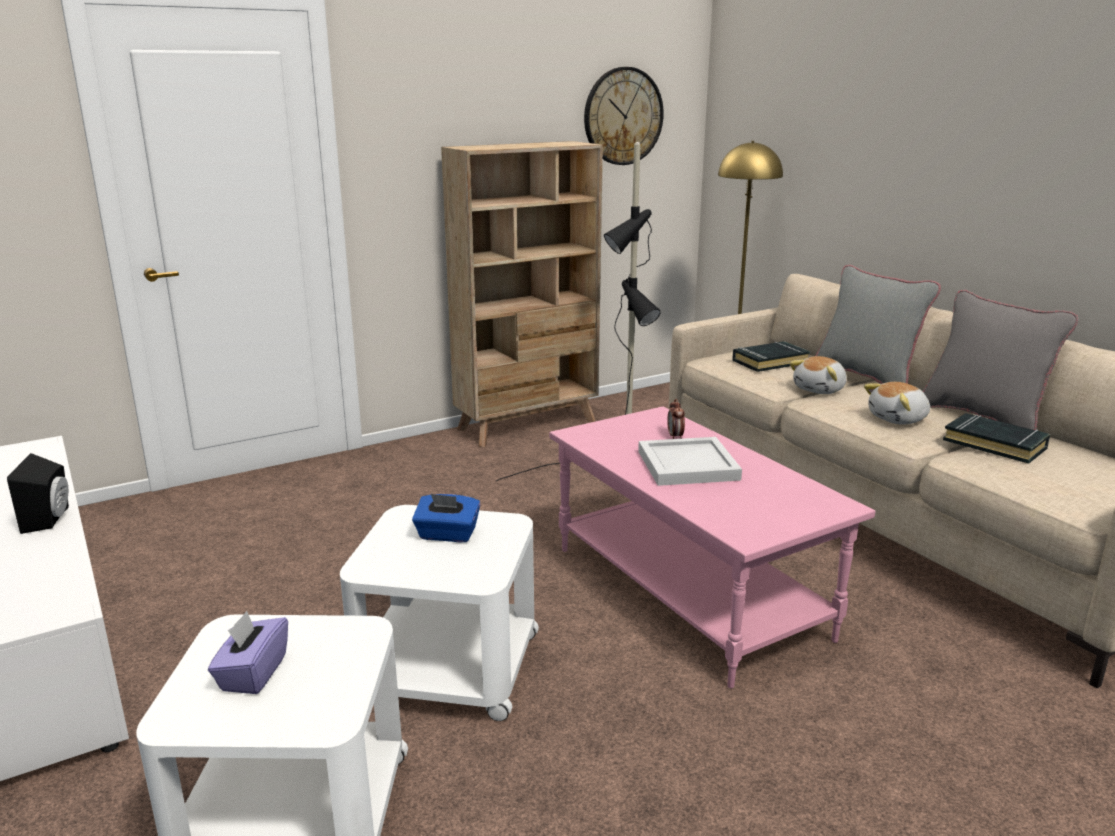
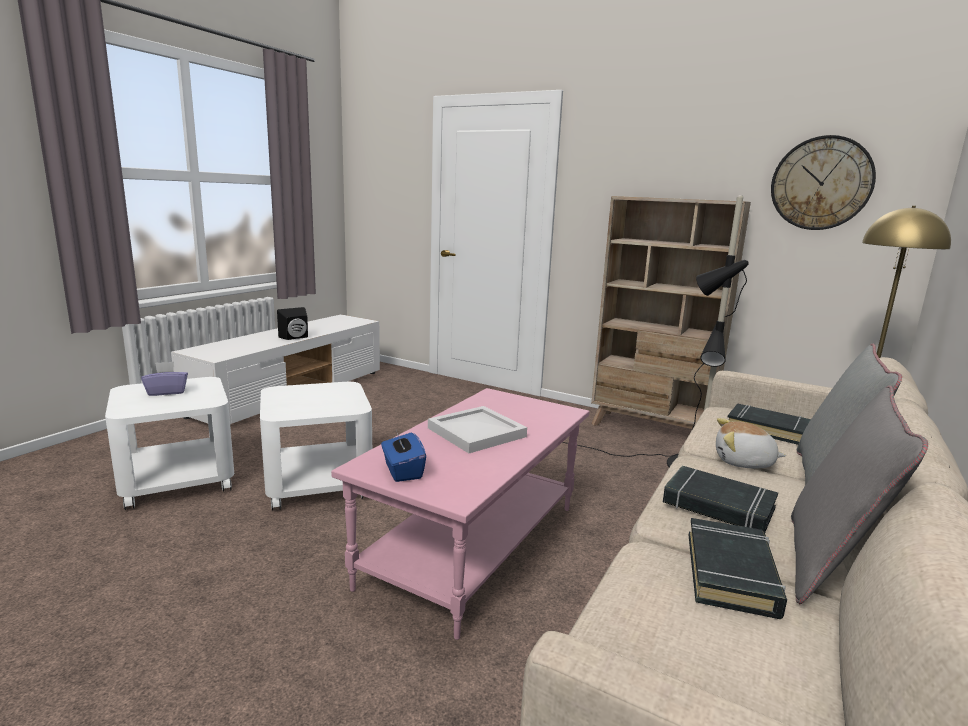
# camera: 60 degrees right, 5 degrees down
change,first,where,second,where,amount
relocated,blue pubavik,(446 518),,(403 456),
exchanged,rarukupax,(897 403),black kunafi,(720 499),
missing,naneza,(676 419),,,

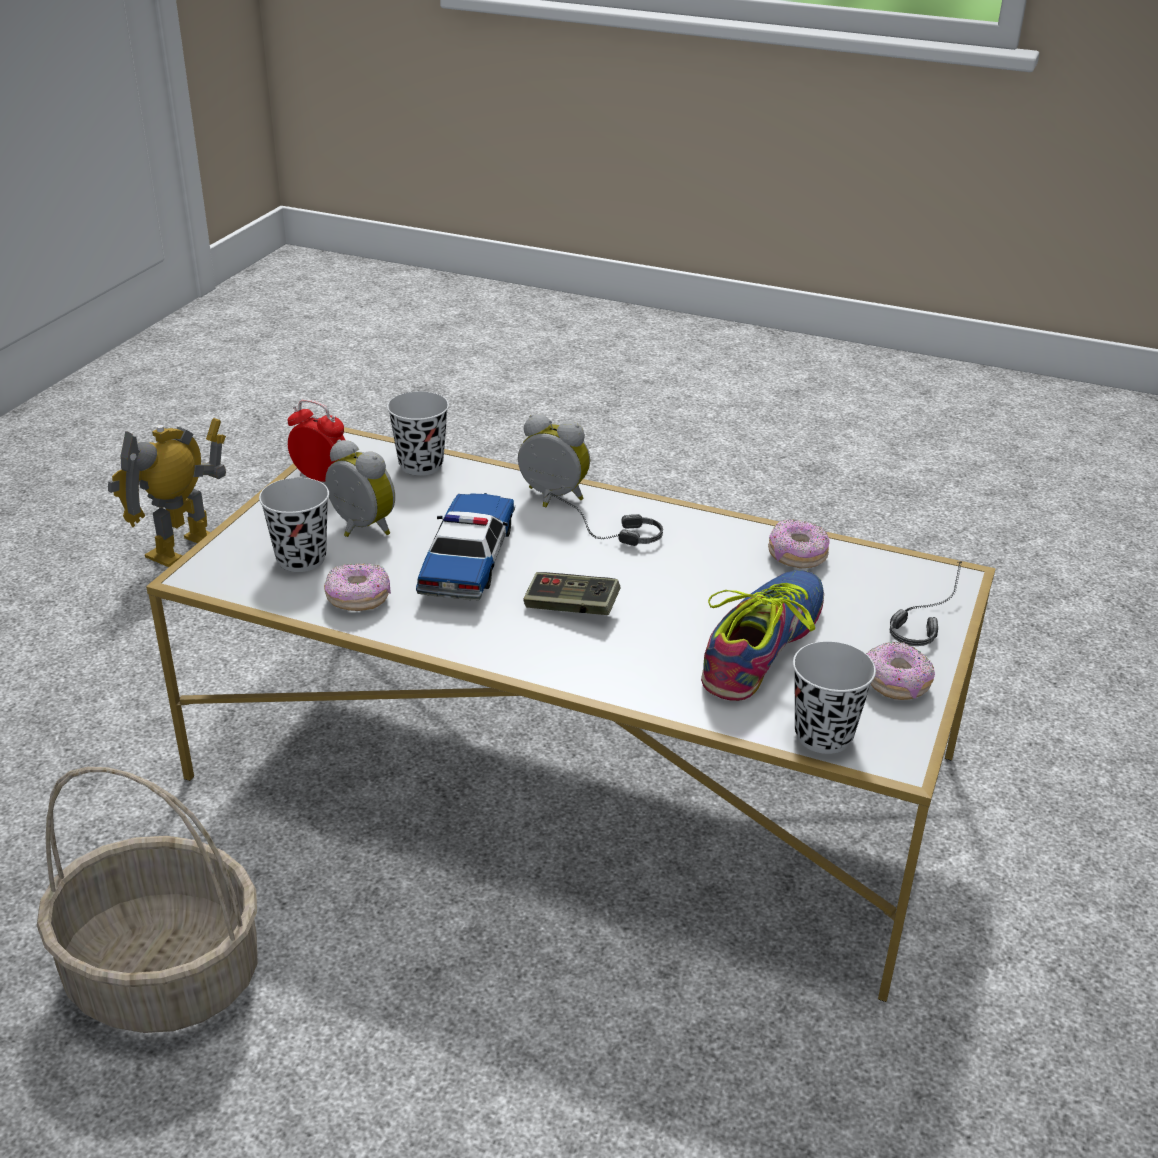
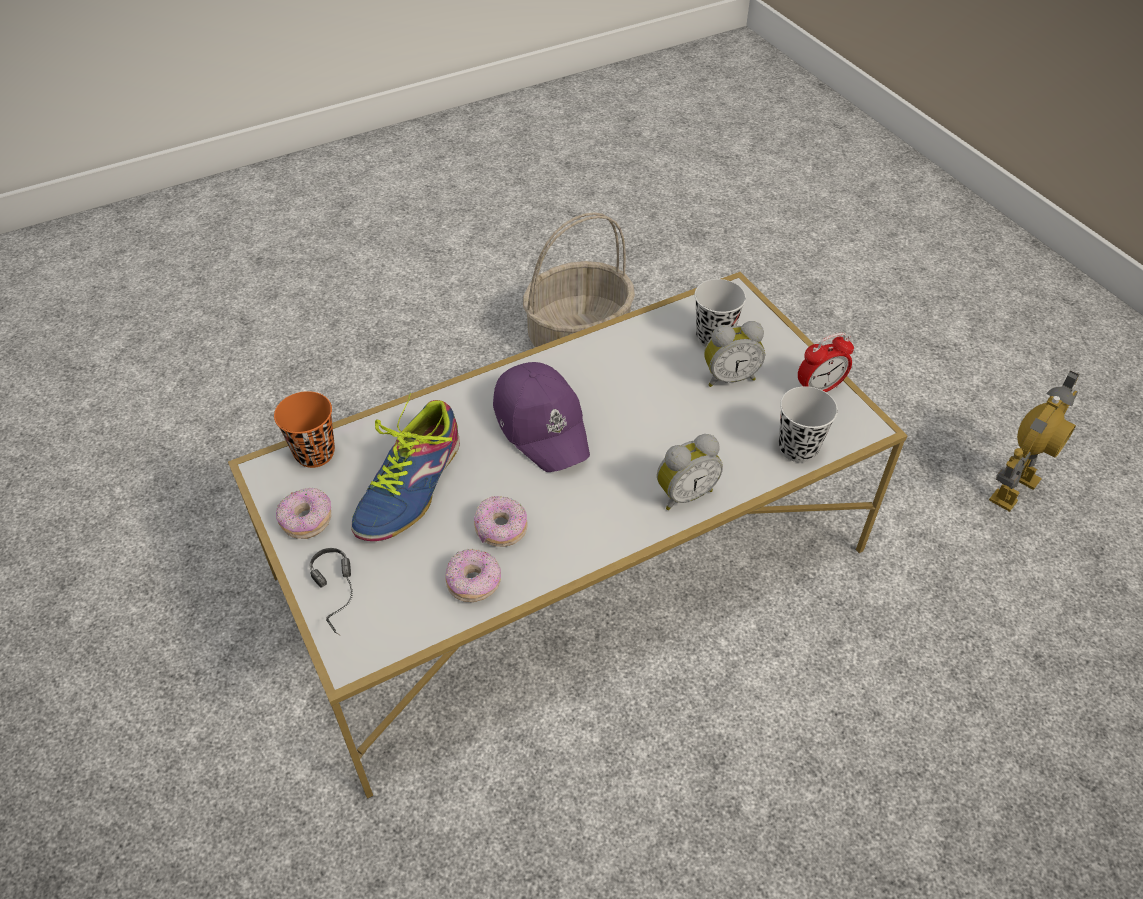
# camera: 130 degrees right, 15 degrees up
change,first,where,second,where,amount
colour,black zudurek,(834 697),orange zudurek,(304 429),
spun,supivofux,(762 635),,(405 467),45 degrees clockwise
relocated,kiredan,(357 587),,(501 521),
exchanged,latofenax,(572 593),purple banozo,(541 417),
spun,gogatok,(167 492),,(1034 441),60 degrees clockwise
missing,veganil,(465 546),,,
missing,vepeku,(604 519),,,

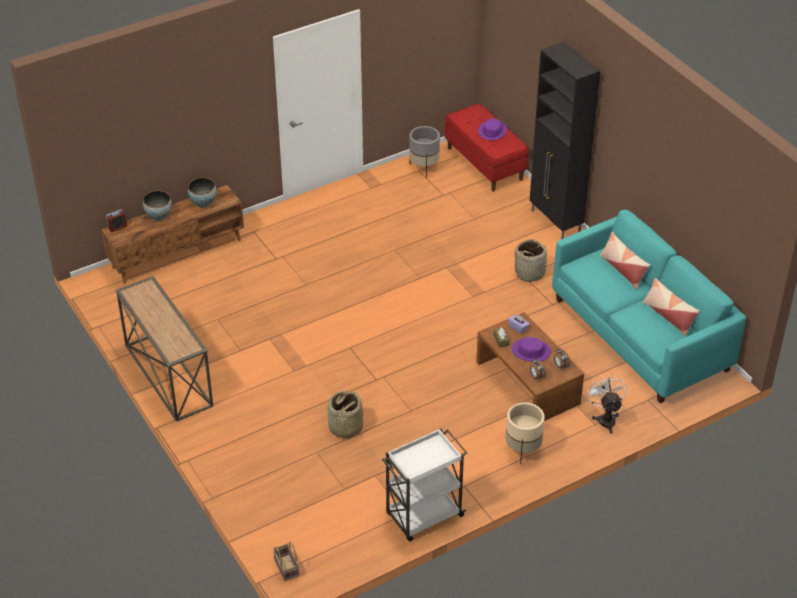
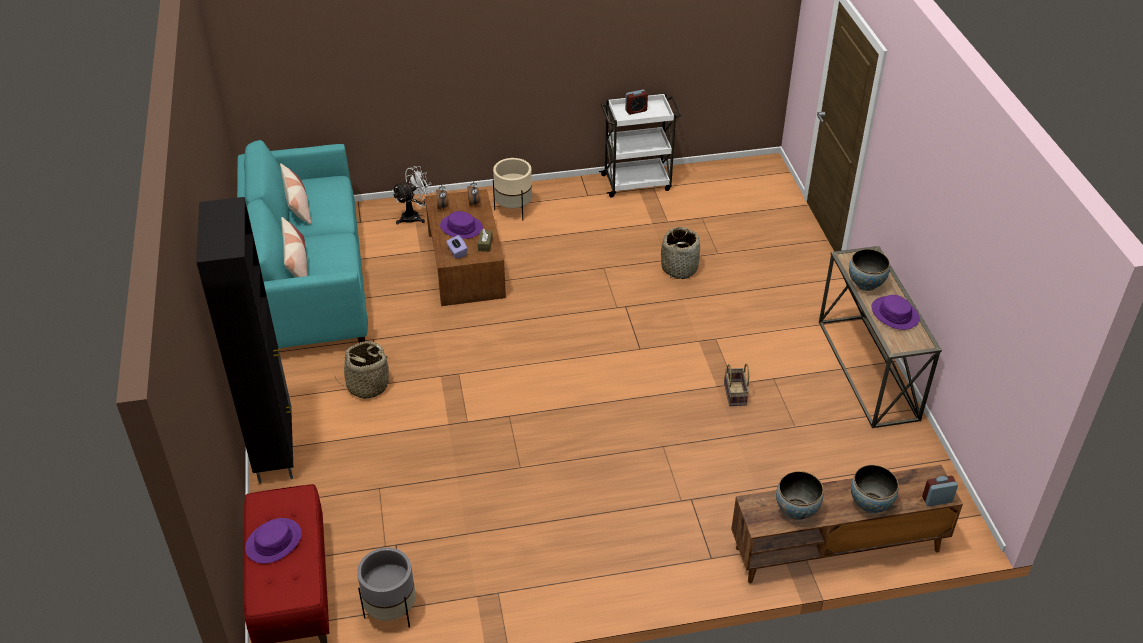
# camera: 160 degrees left, 0 degrees up
change,first,where,second,where,amount
spun,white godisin,(607 404),,(413 195),135 degrees counterclockwise
appeared,,,naneza,(636 102),
relocated,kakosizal,(286 561),,(736 384),
appeared,,,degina,(869 270),
appeared,,,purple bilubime,(895 312),

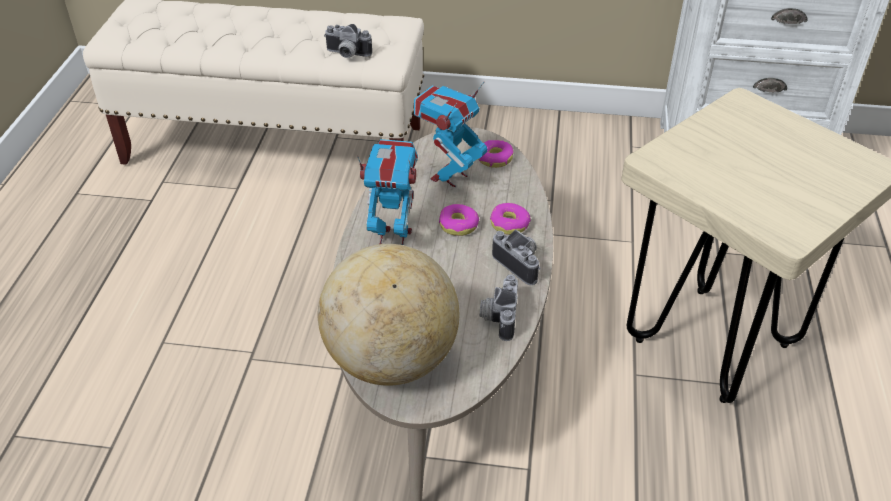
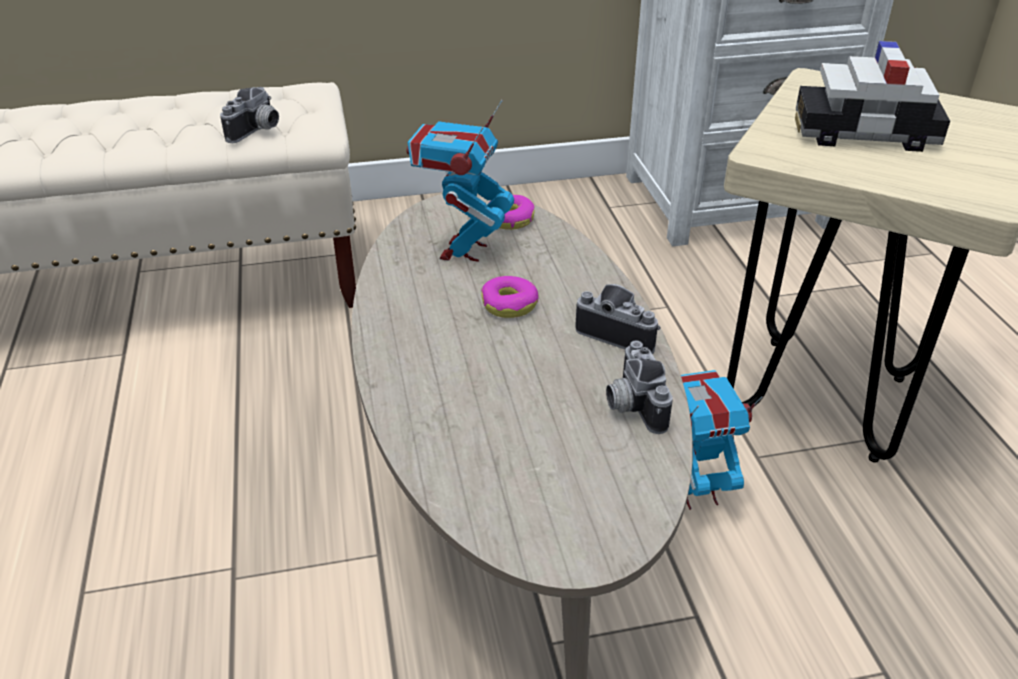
# camera: 20 degrees left, 5 degrees down
change,first,where,second,where,amount
spun,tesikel,(348 41),,(249 115),60 degrees counterclockwise
relocated,gogatok,(387 192),,(722 440),
appeared,,,veganil,(872 96),
missing,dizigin,(389 315),,,
missing,kiredan,(510 219),,,

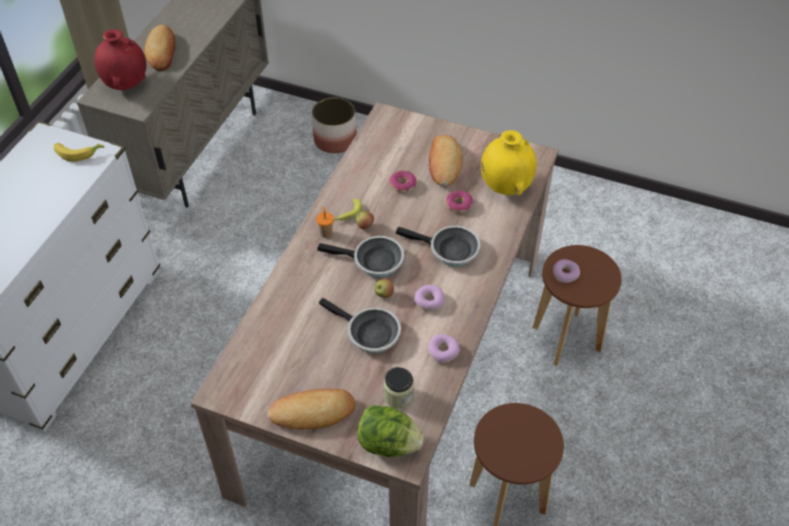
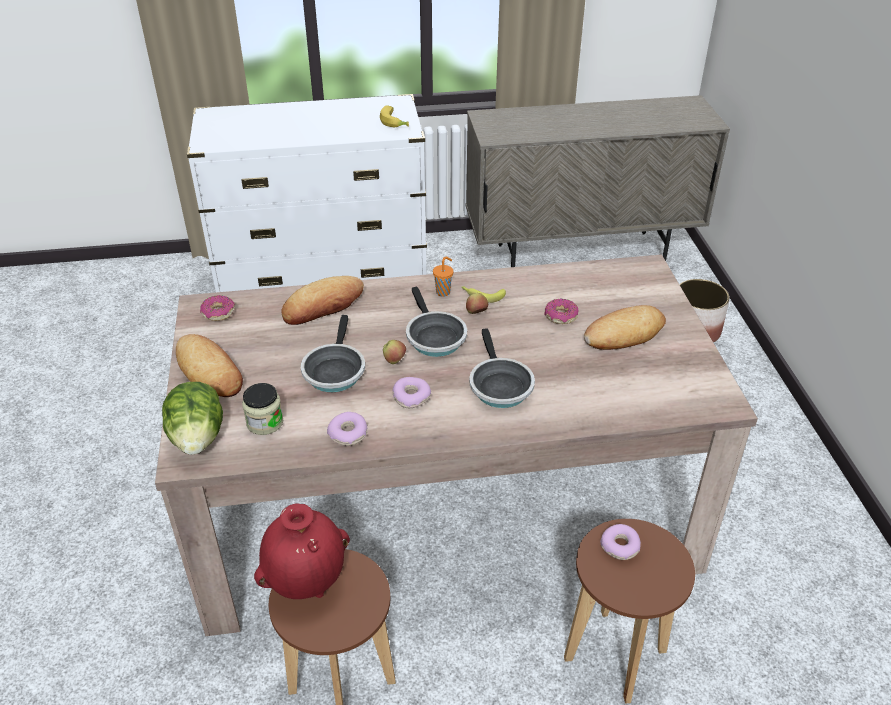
# camera: 60 degrees right, 10 degrees down
change,first,where,second,where,amount
relocated,kiredan,(459 201),,(217 308),
relocated,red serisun,(120 59),,(302 551),
relocated,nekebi,(159 48),,(322 300),
missing,yellow serisun,(509 162),,,

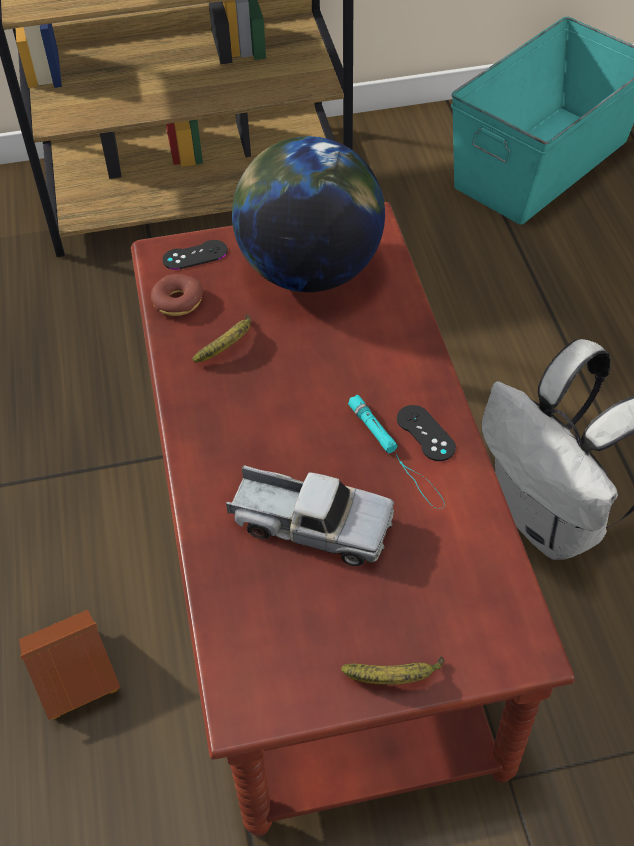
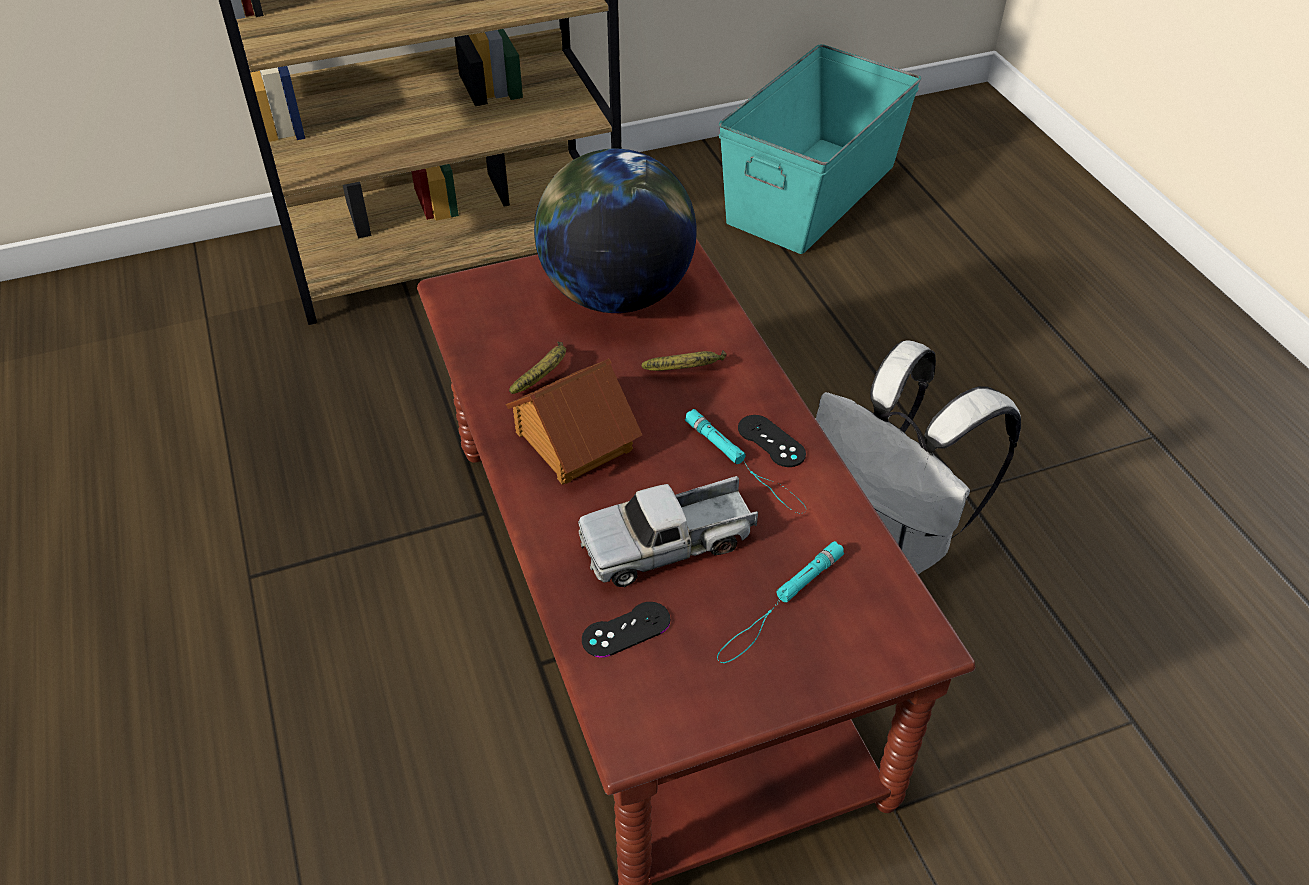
# camera: 10 degrees left, 5 degrees down
change,first,where,second,where,amount
relocated,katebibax,(69 665),,(574 422),
spun,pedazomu,(310 515),,(668 531),150 degrees clockwise
relocated,black latofenax,(195 255),,(626 630),
relocated,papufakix,(393 670),,(684 360),
appeared,,,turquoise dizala,(780 602),
missing,kiredan,(177 295),,,

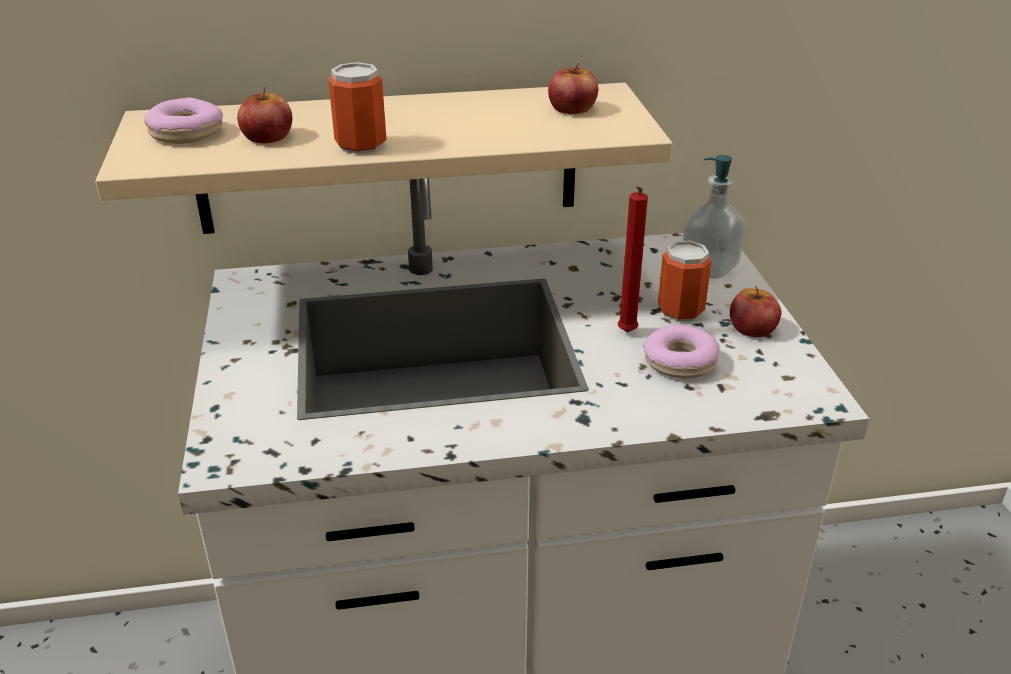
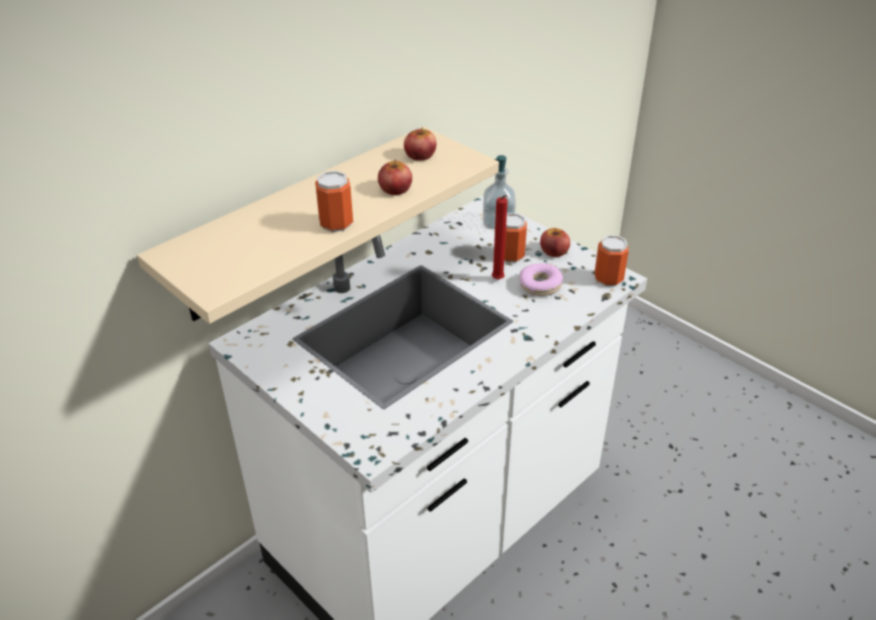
# camera: 35 degrees left, 5 degrees up
change,first,where,second,where,amount
relocated,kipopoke,(264 115),,(395 177),
appeared,,,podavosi,(611 260),
missing,kiredan,(183 121),,,

